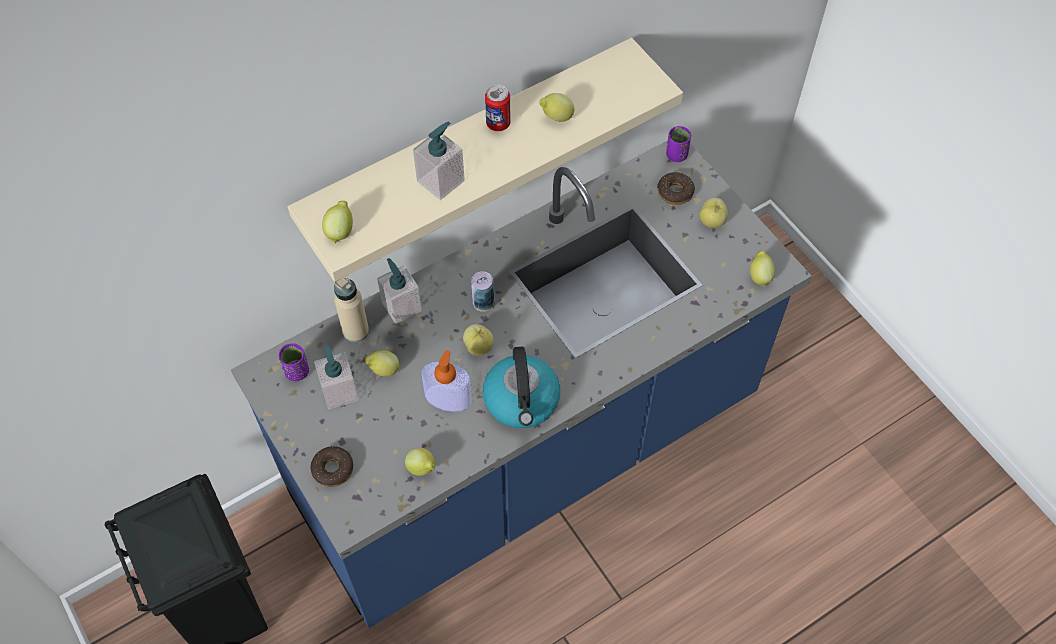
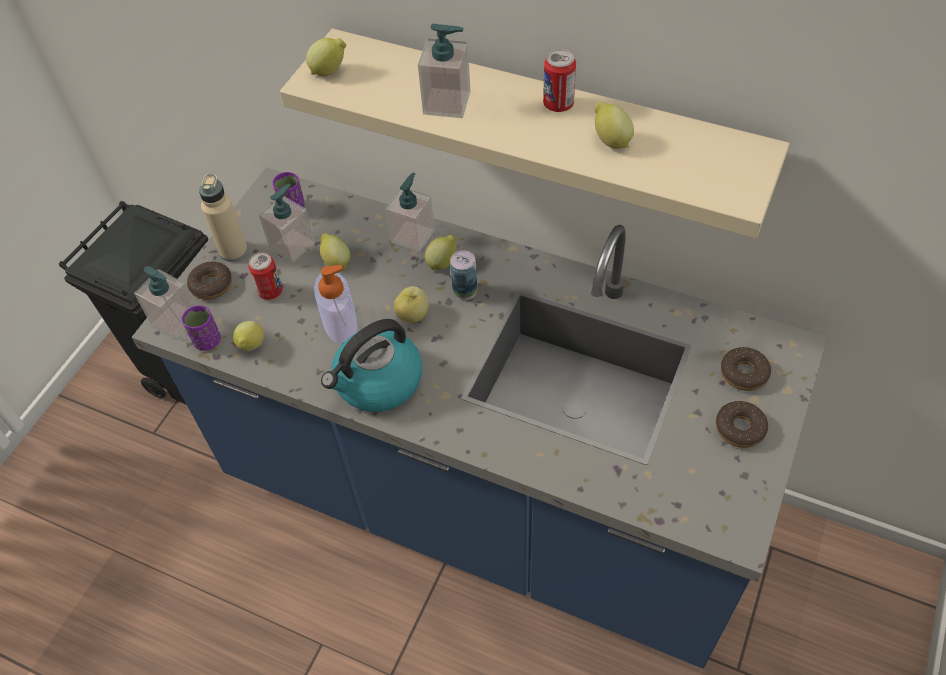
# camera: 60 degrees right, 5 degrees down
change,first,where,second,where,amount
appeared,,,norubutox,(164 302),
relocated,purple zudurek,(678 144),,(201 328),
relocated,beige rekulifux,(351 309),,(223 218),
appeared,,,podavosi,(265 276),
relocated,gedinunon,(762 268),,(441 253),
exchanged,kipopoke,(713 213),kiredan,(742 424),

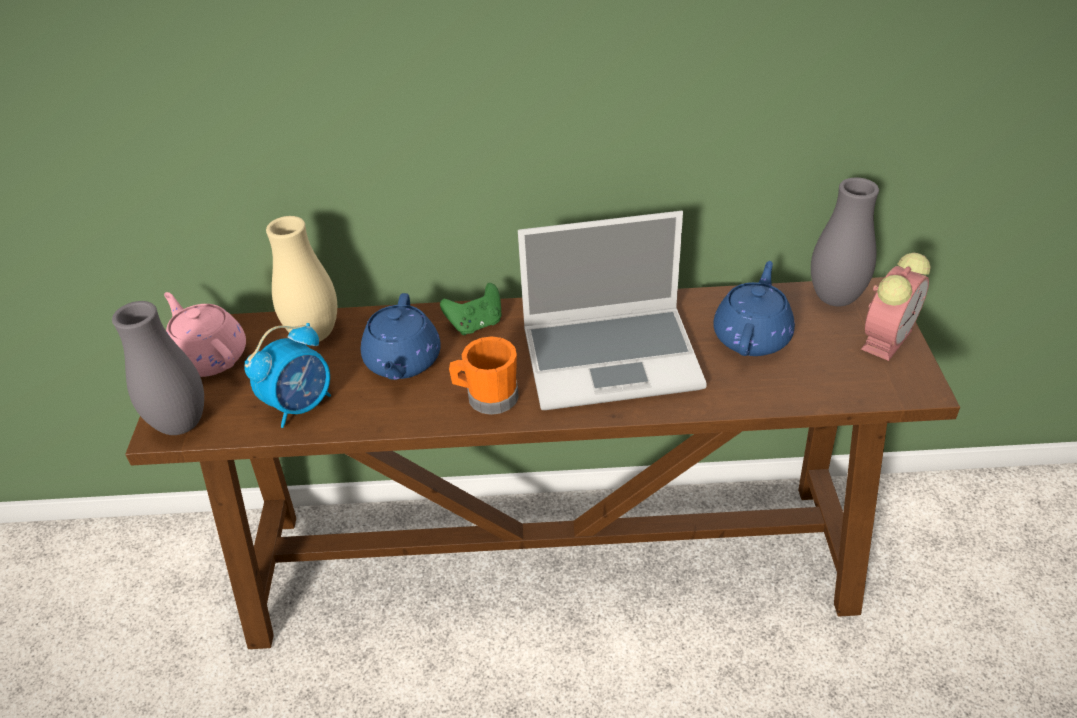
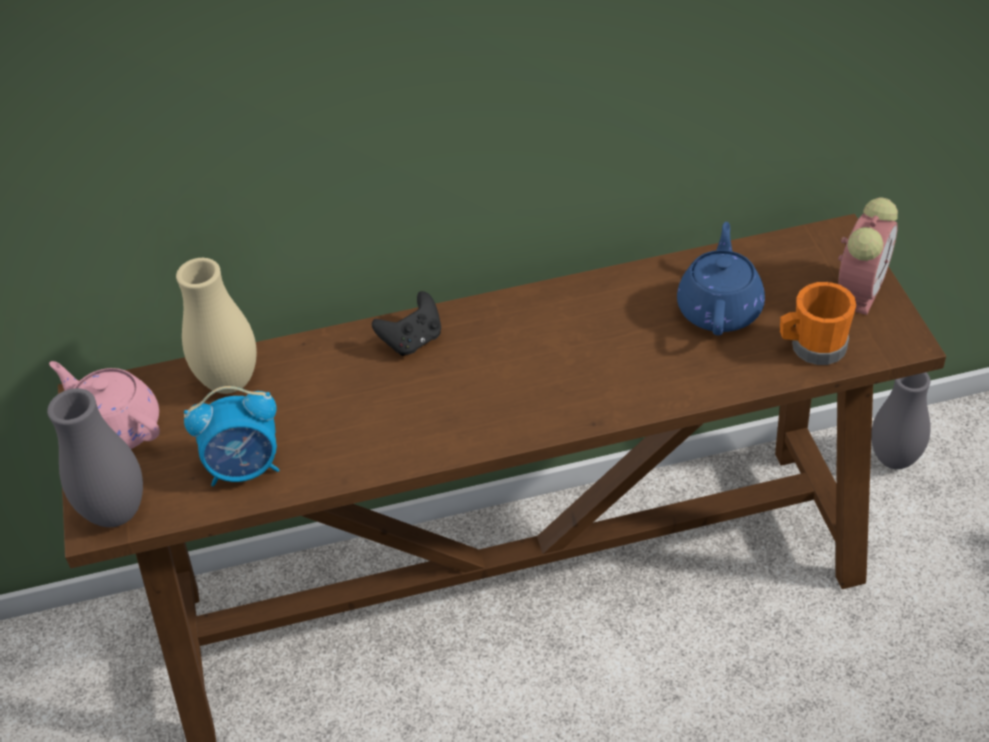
# camera: 10 degrees left, 5 degrees up
change,first,where,second,where,amount
spun,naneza,(287 375),,(231 436),45 degrees clockwise
colour,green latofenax,(470 309),black latofenax,(406 323),
relocated,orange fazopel,(484 375),,(818 323),
relocated,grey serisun,(845 242),,(901 420),
missing,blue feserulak,(401 336),,,
missing,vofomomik,(612 310),,,

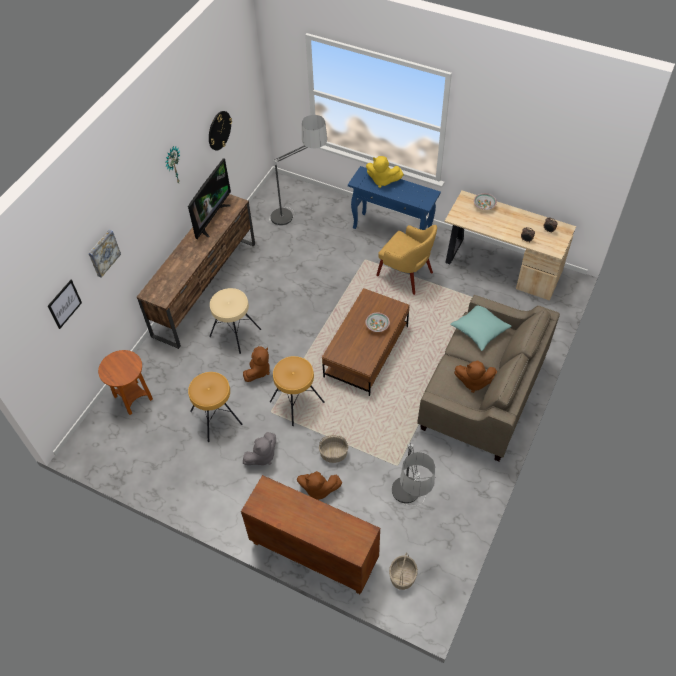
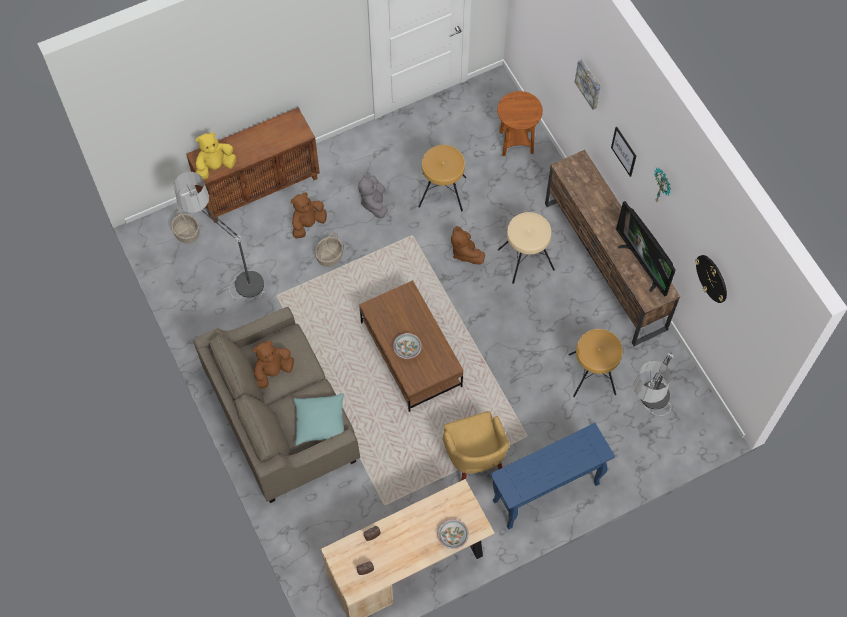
# camera: 125 degrees right, 10 degrees up
change,first,where,second,where,amount
relocated,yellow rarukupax,(385 172),,(216 155),
spun,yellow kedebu,(406 260),,(476 446),90 degrees counterclockwise
relocated,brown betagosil,(297 391),,(596 363),
relocated,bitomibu,(65 304),,(623 152),

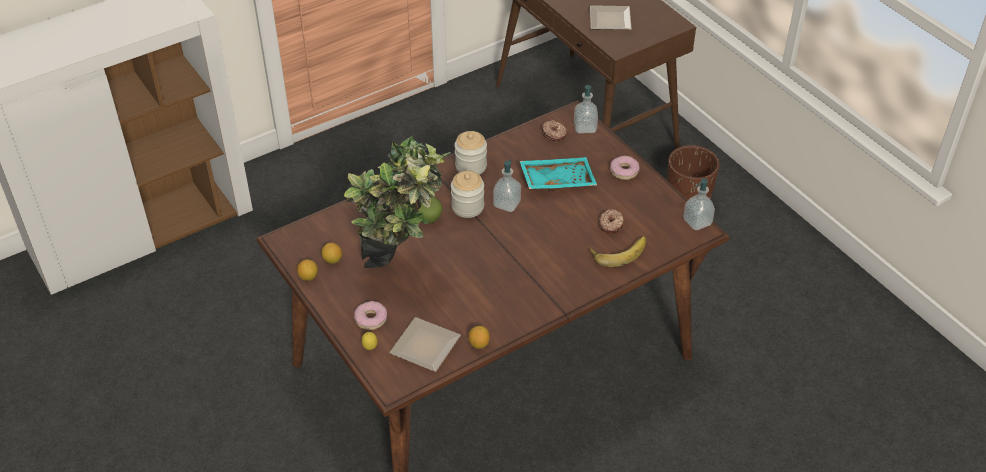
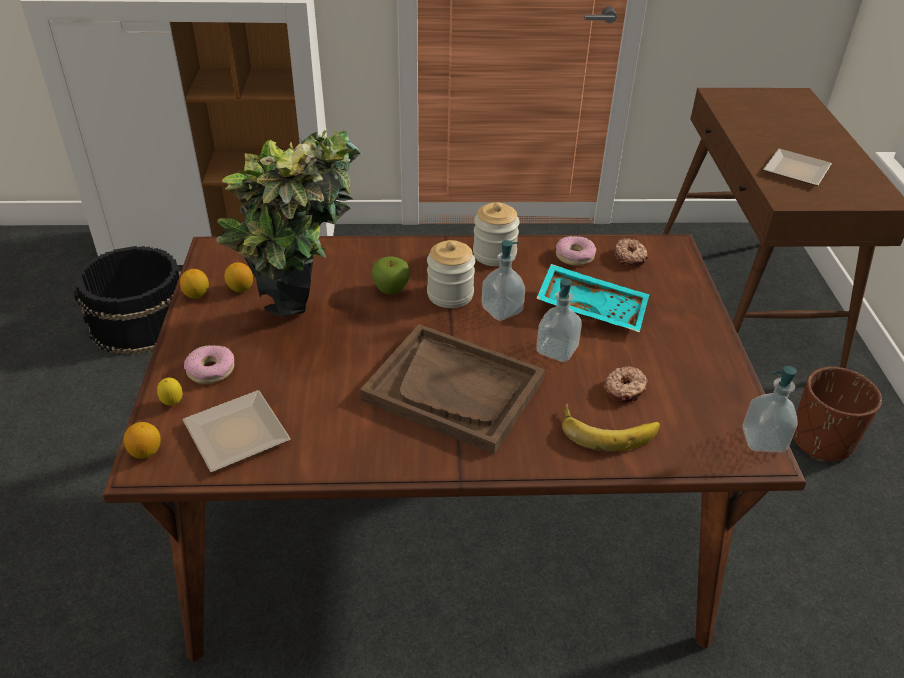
# camera: 30 degrees right, 5 degrees down
change,first,where,second,where,amount
appeared,,,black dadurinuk,(127 300),
relocated,gedinunon,(479 337),,(142 440),
appeared,,,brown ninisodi,(452 389),
relocated,norubutox,(586 109),,(559 320),
relocated,kiredan,(625 168),,(576 251),

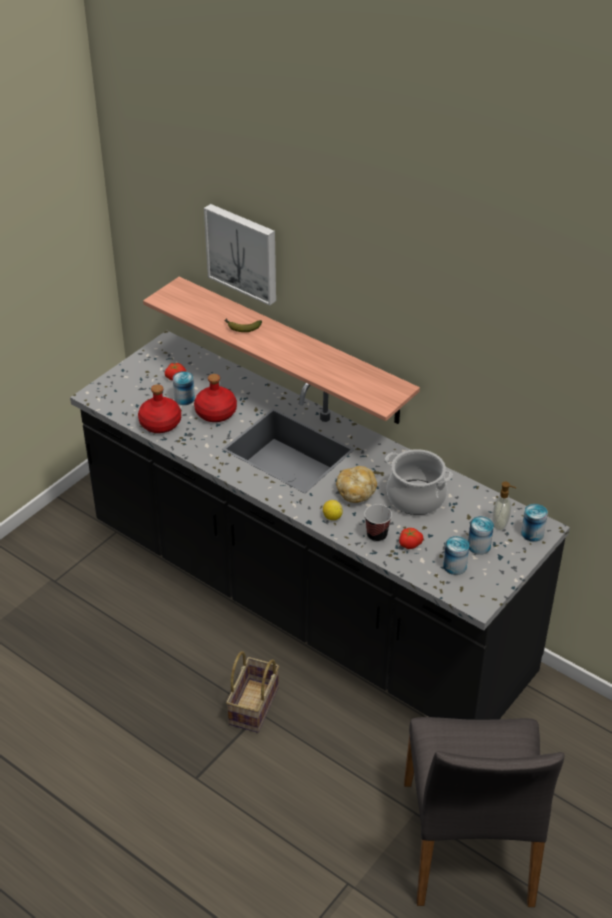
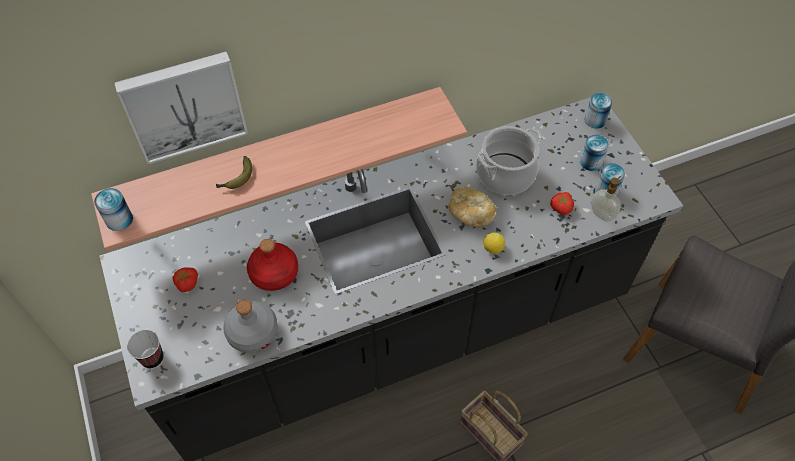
# camera: 60 degrees left, 15 degrees up
change,first,where,second,where,amount
relocated,podavosi,(184 388),,(113 209),
relocated,zudurek,(378 523),,(145 349),
colour,red rekulifux,(159 408),grey rekulifux,(250 326),
relocated,norubutox,(504 506),,(606 199),

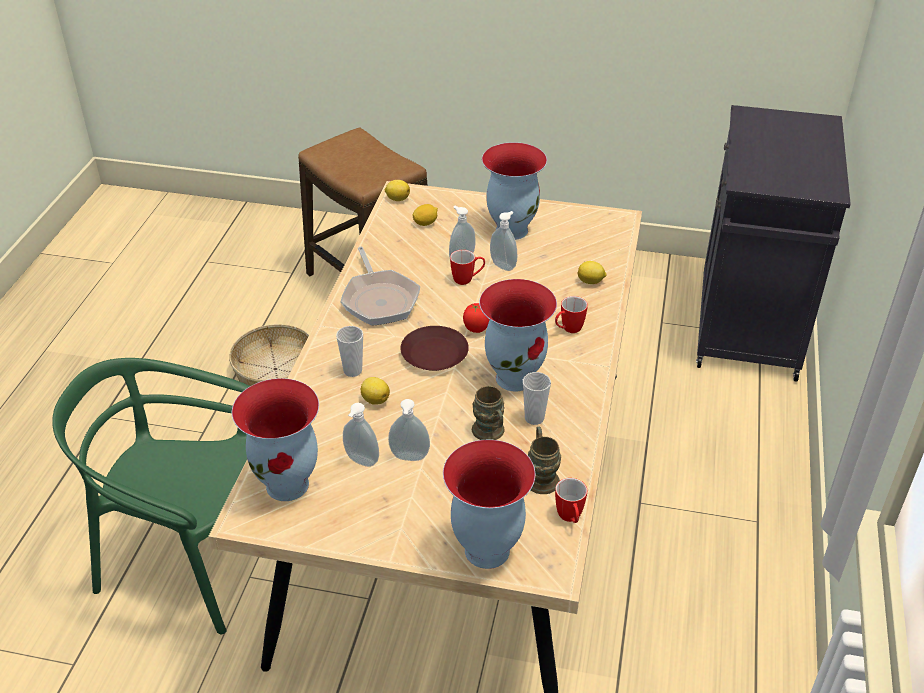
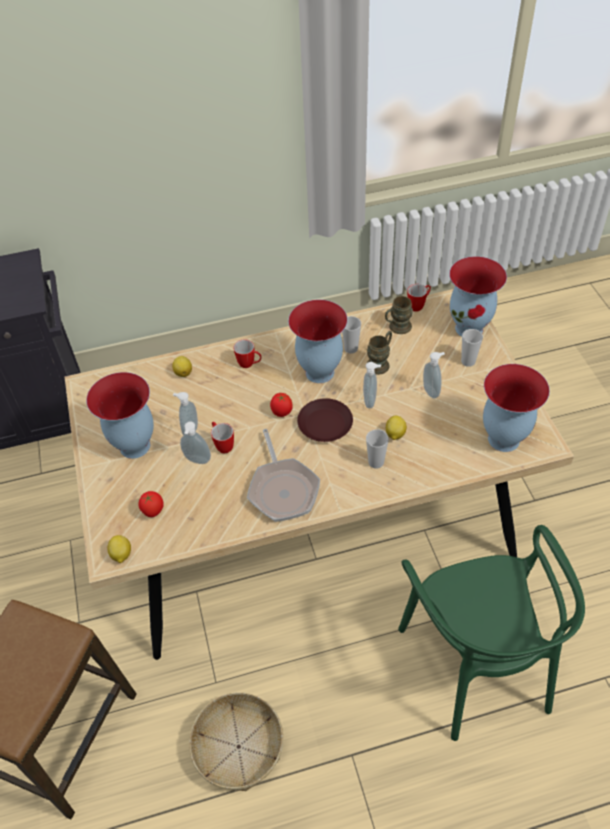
# camera: 115 degrees left, 10 degrees up
change,first,where,second,where,amount
exchanged,gedinunon,(425 215),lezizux,(151 504),
spun,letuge,(380 286),,(283 475),120 degrees clockwise
relocated,norubutox,(361 435),,(372 385),
appeared,,,zudurek,(472 348),

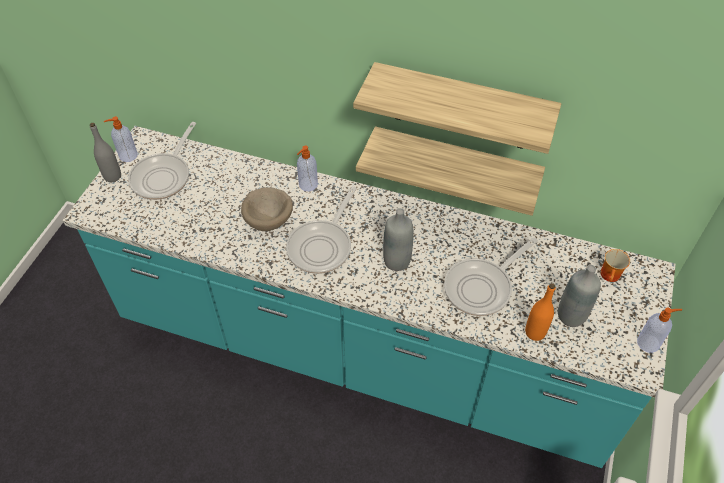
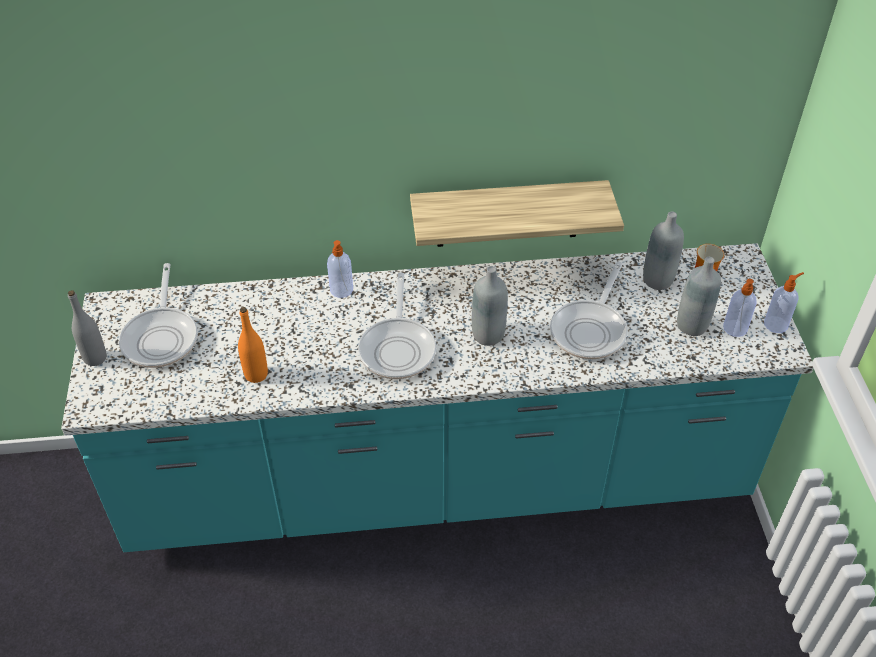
# camera: 25 degrees left, 5 degrees down
change,first,where,second,where,amount
relocated,orange rekulifux,(540 312),,(253 345),
appeared,,,grey rekulifux,(663 250),
relocated,norubutox,(121 139),,(739 308),
missing,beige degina,(267 209),,,
missing,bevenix,(457 108),,,

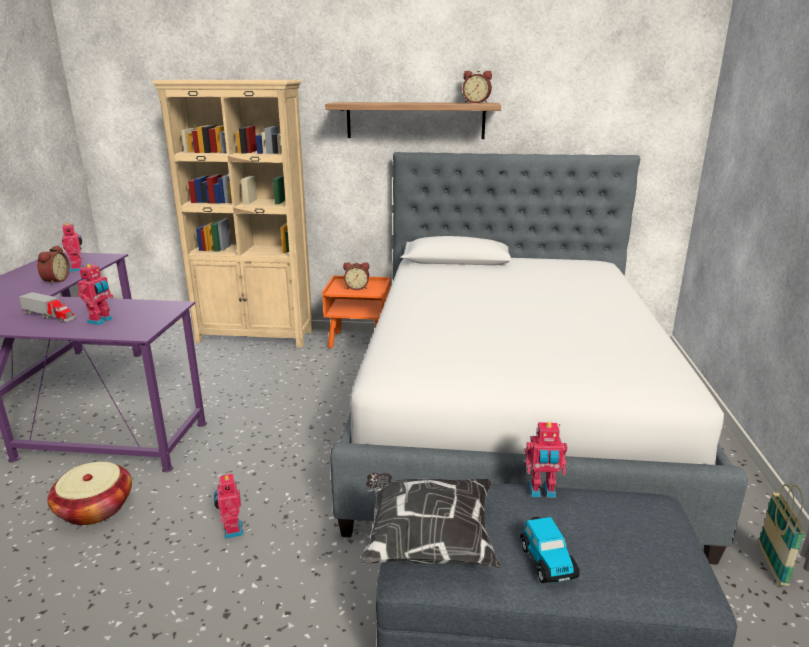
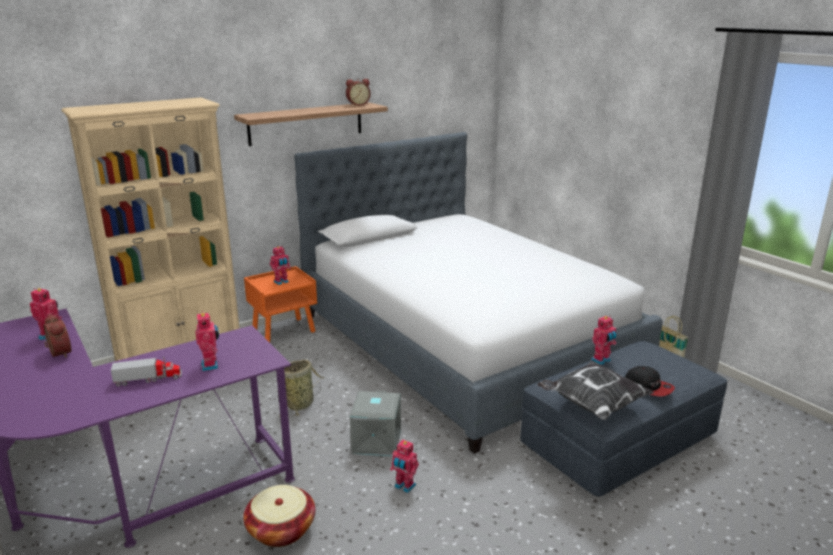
# camera: 40 degrees left, 0 degrees up
change,first,where,second,where,amount
exchanged,naneza,(356 276),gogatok,(280 265),
appeared,,,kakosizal,(301 388),
appeared,,,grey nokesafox,(375 423),
exchanged,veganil,(550 550),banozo,(650 381),

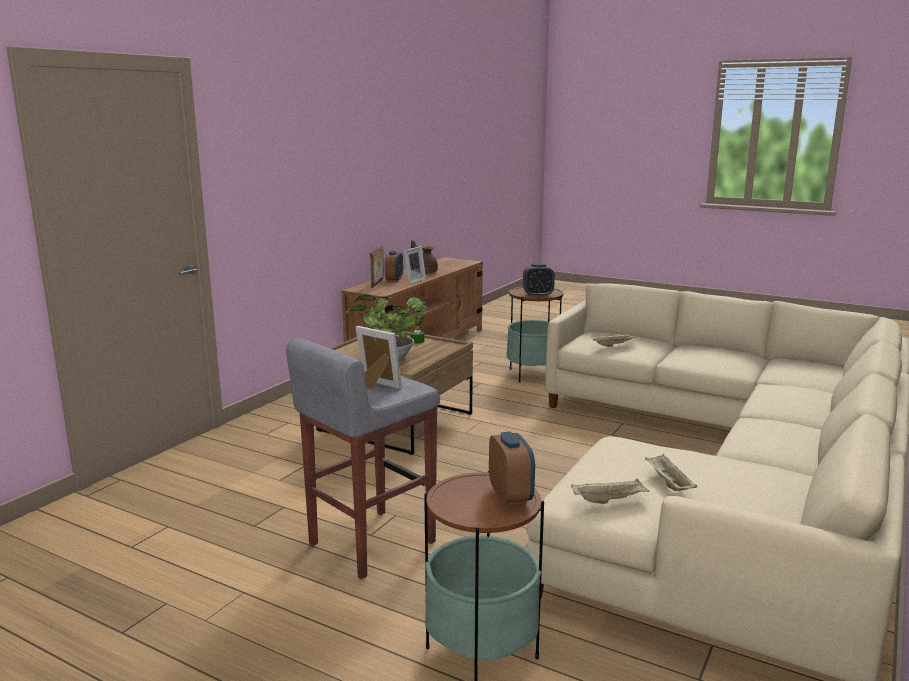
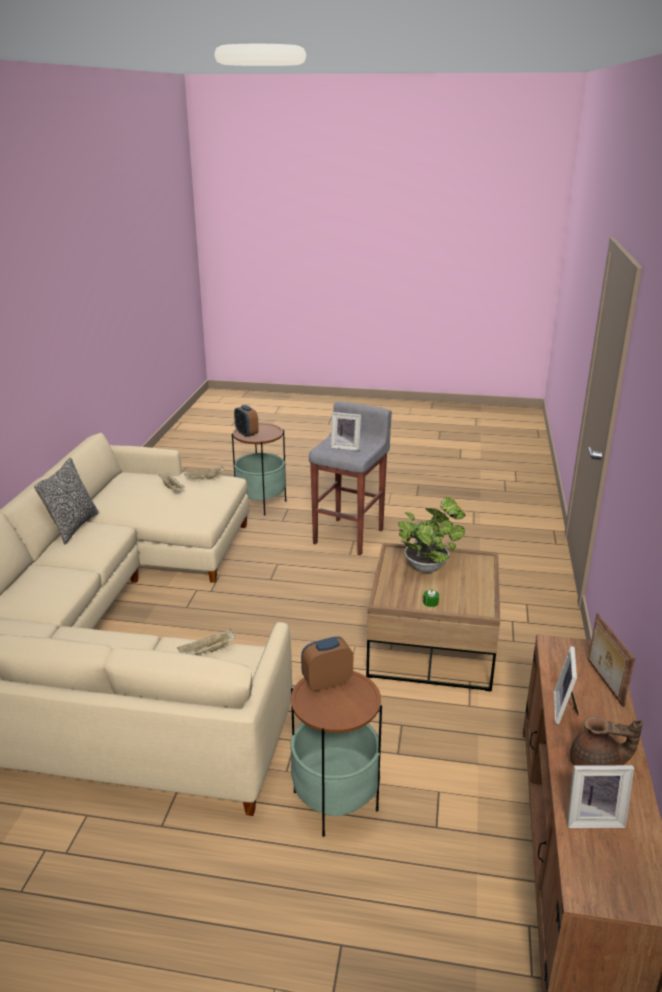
# camera: 160 degrees right, 10 degrees up
change,first,where,second,where,amount
appeared,,,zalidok,(66 501),
appeared,,,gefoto,(600 796),
missing,naneza,(394 266),,,

